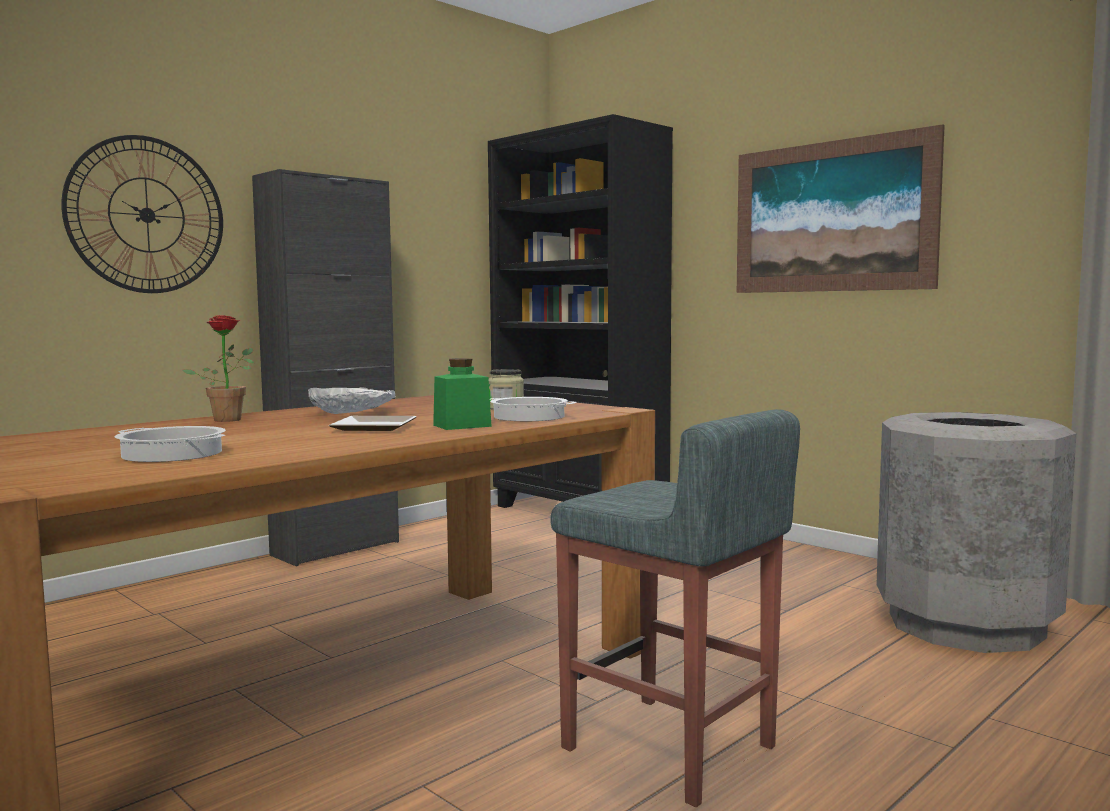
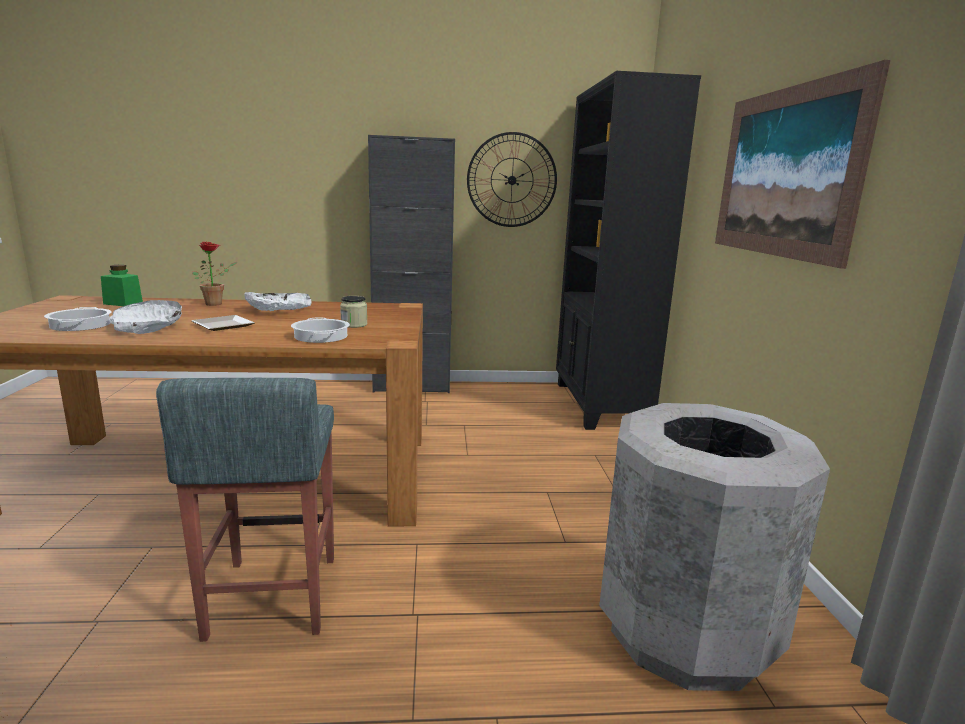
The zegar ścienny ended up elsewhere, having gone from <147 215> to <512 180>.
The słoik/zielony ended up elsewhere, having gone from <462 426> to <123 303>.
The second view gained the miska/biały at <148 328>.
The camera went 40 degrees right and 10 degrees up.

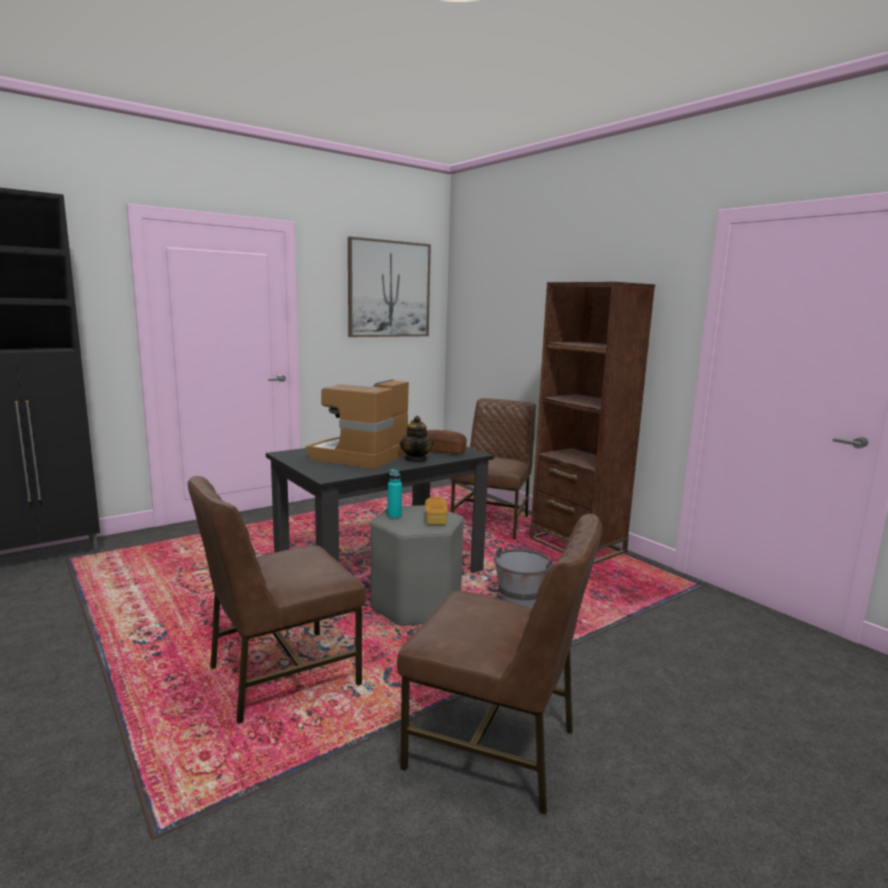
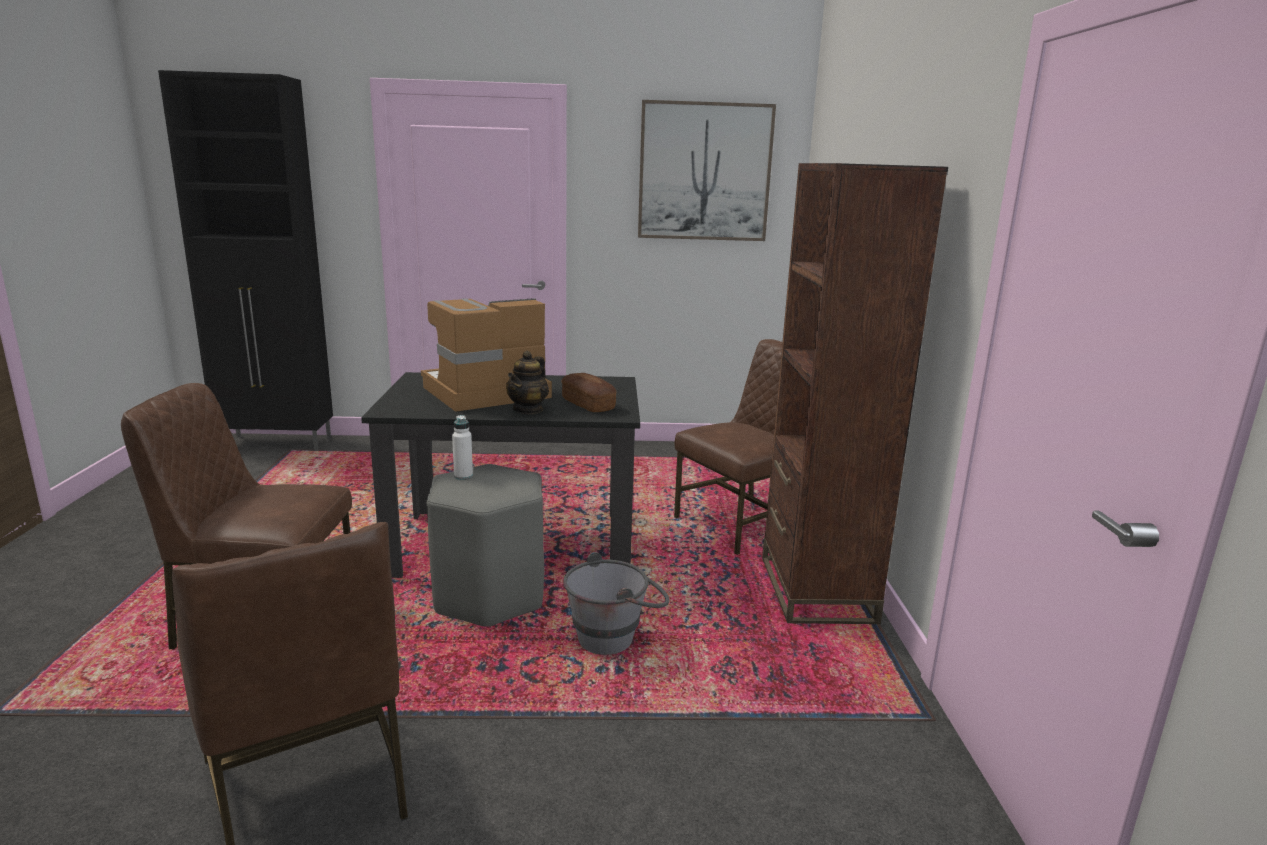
What was the butelka/turkusowy at <394 516> turned into the butelka/biały at <463 476>.
The second view lost the chleb at <435 520>.
The camera went 35 degrees right and 5 degrees up.

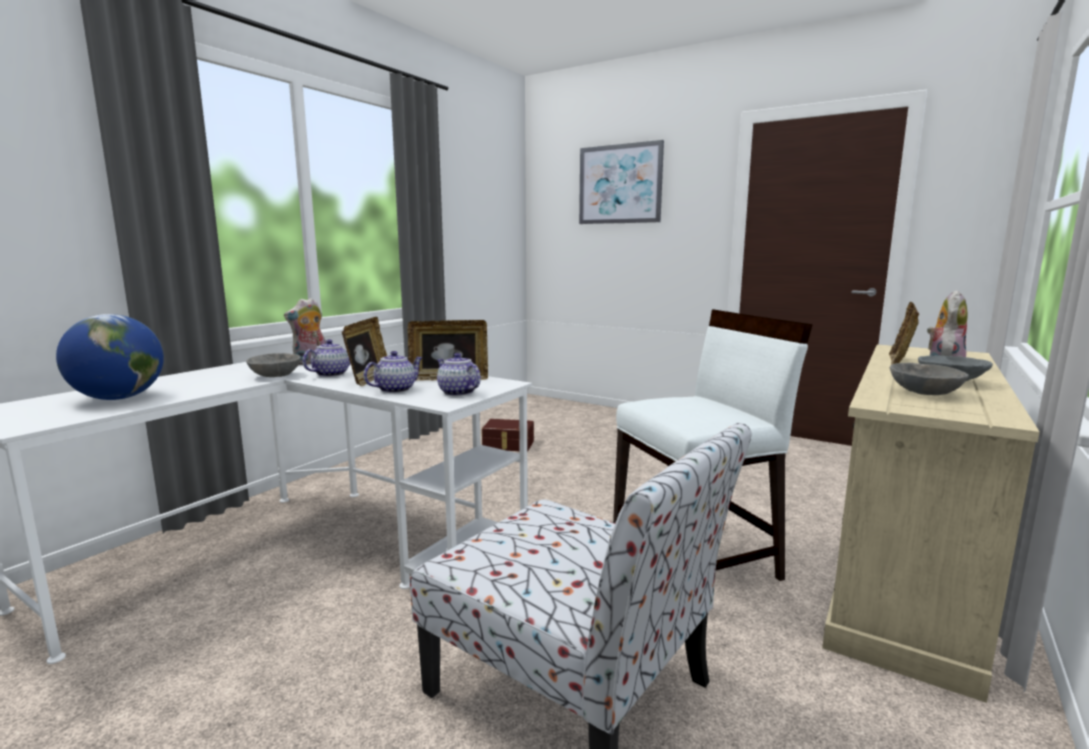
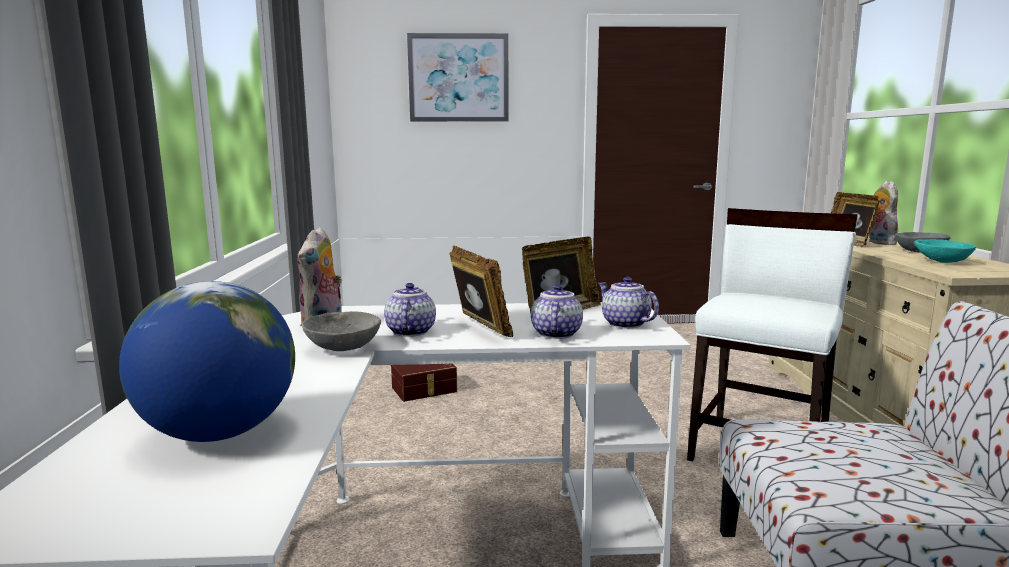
The imbryk at <457 392> ended up facing another way, 45 degrees clockwise from before.
What was the miska/szary at <923 393> turned into the miska/turkusowy at <941 261>.
The camera went 35 degrees left and 0 degrees up.

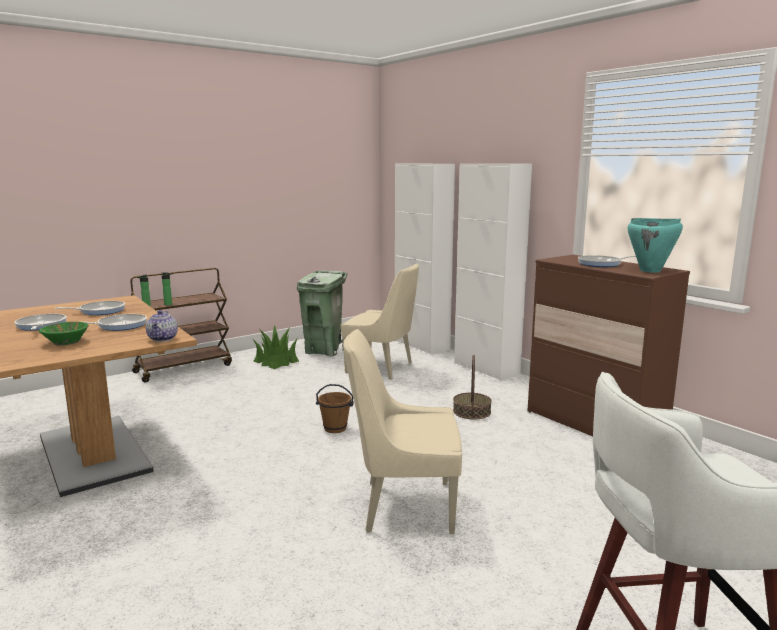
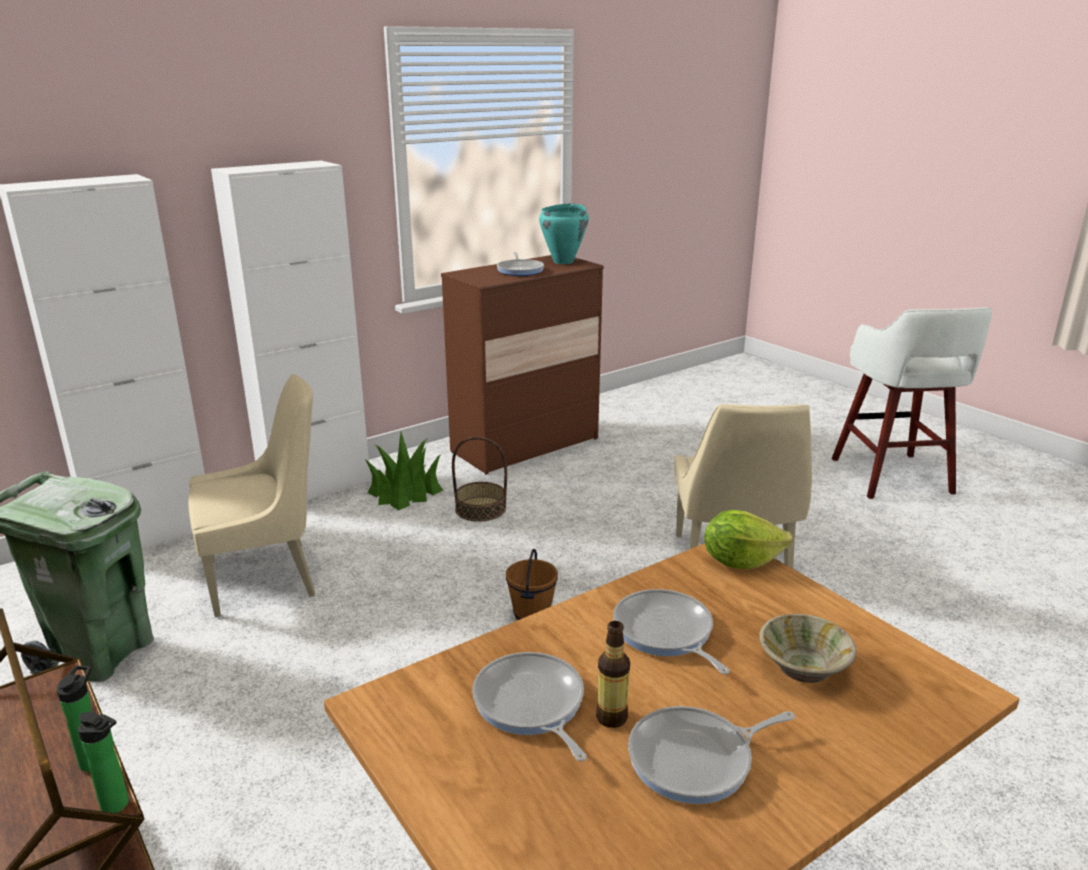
What was the miska/zielony at <66 342> turned into the miska/beżowy at <803 667>.
Where the imbryk stood at <163 339>, the sałata came to stand at <740 561>.
The roślina doniczkowa ended up elsewhere, having gone from <276 361> to <404 492>.
The krzesło/beżowy at <382 368> ended up facing another way, 45 degrees clockwise from before.
The second view gained the butelka at <611 717>.
The camera went 90 degrees left and 10 degrees up.

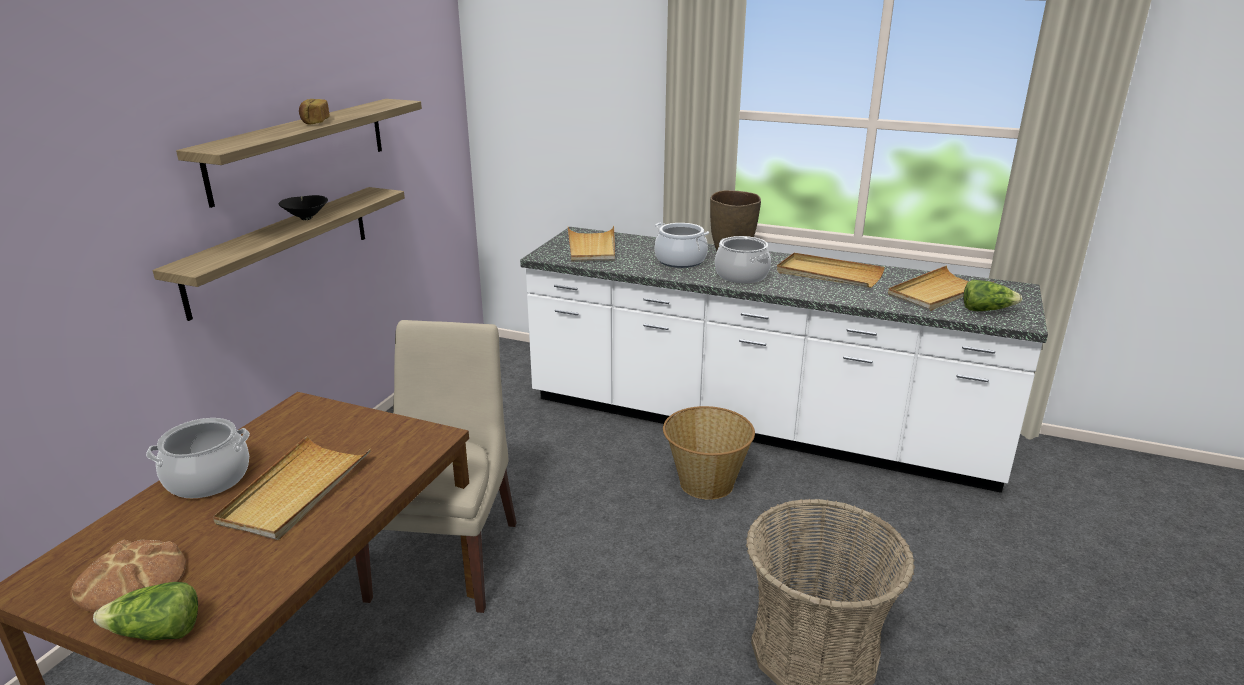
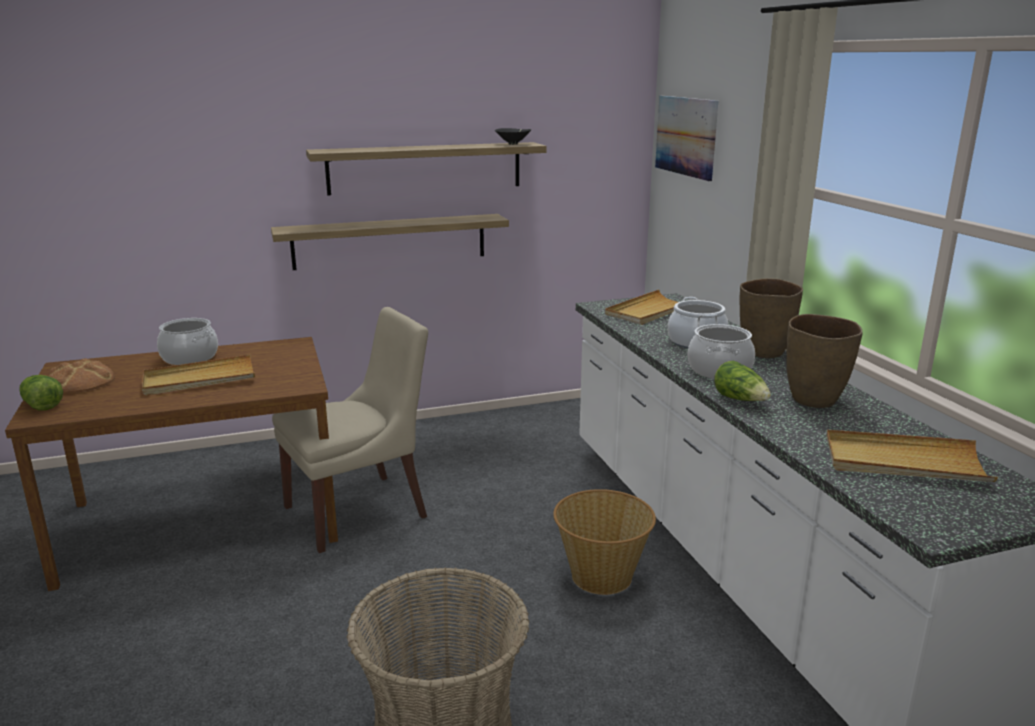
The miska/czarny ended up elsewhere, having gone from <306 218> to <513 144>.
The second view lost the chleb at <314 122>.
Where the taca/beżowy stood at <828 274>, the wazon/brązowy came to stand at <815 400>.
The sałata ended up elsewhere, having gone from <986 310> to <741 400>.
The second view gained the obraz at <685 136>.
The camera went 50 degrees right and 5 degrees down.

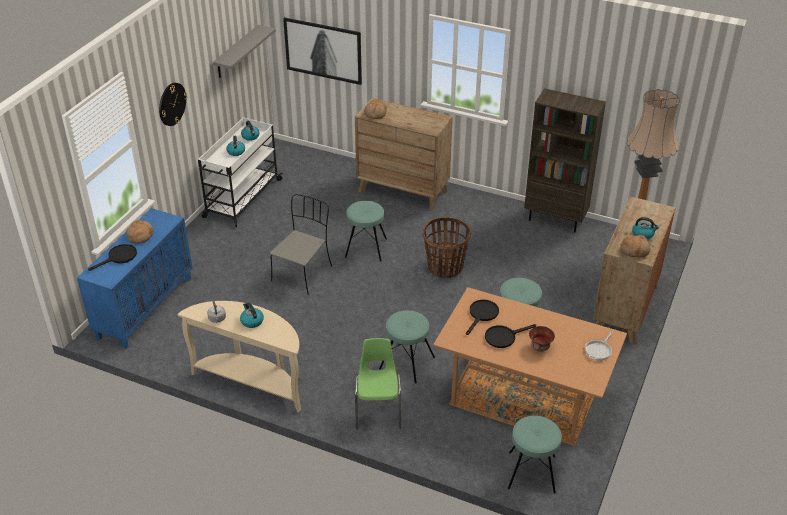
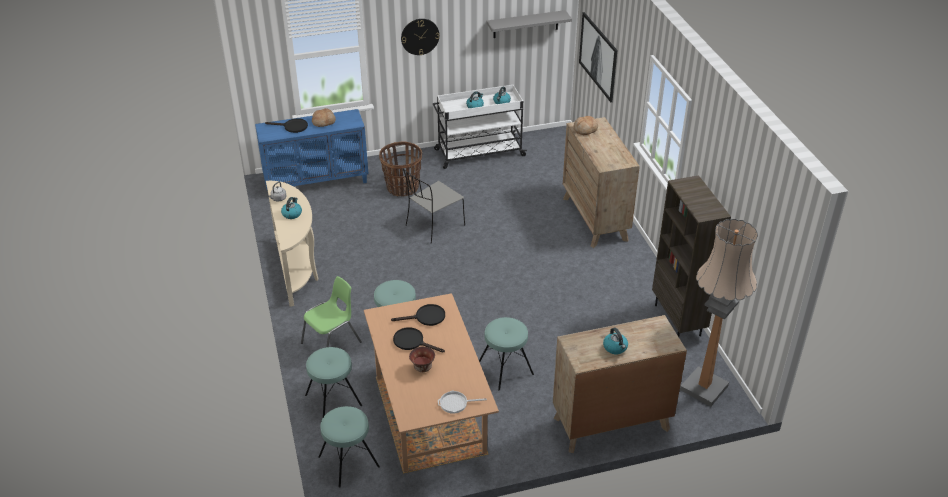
The krzesło/szary at <302 273> ended up facing another way, 150 degrees clockwise from before.
The stołek/turkusowy ended up elsewhere, having gone from <366 248> to <333 400>.
The koszyk ended up elsewhere, having gone from <445 267> to <402 188>.
The second view lost the chleb at <635 250>.
The camera went 50 degrees right and 0 degrees up.

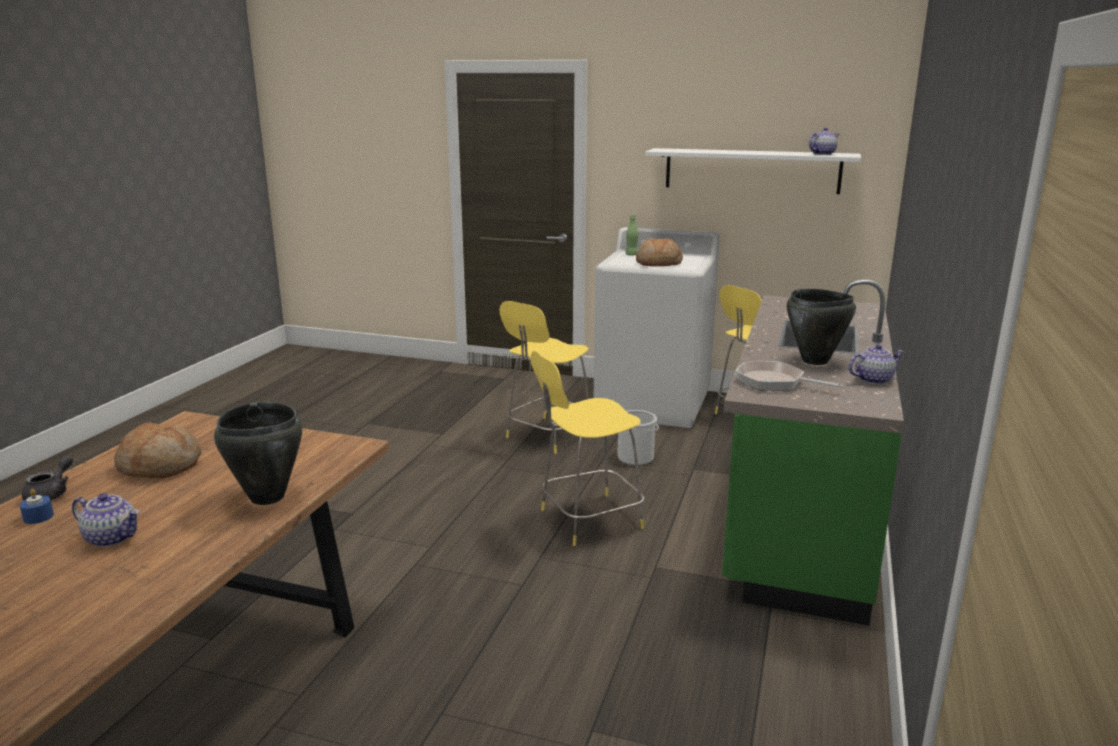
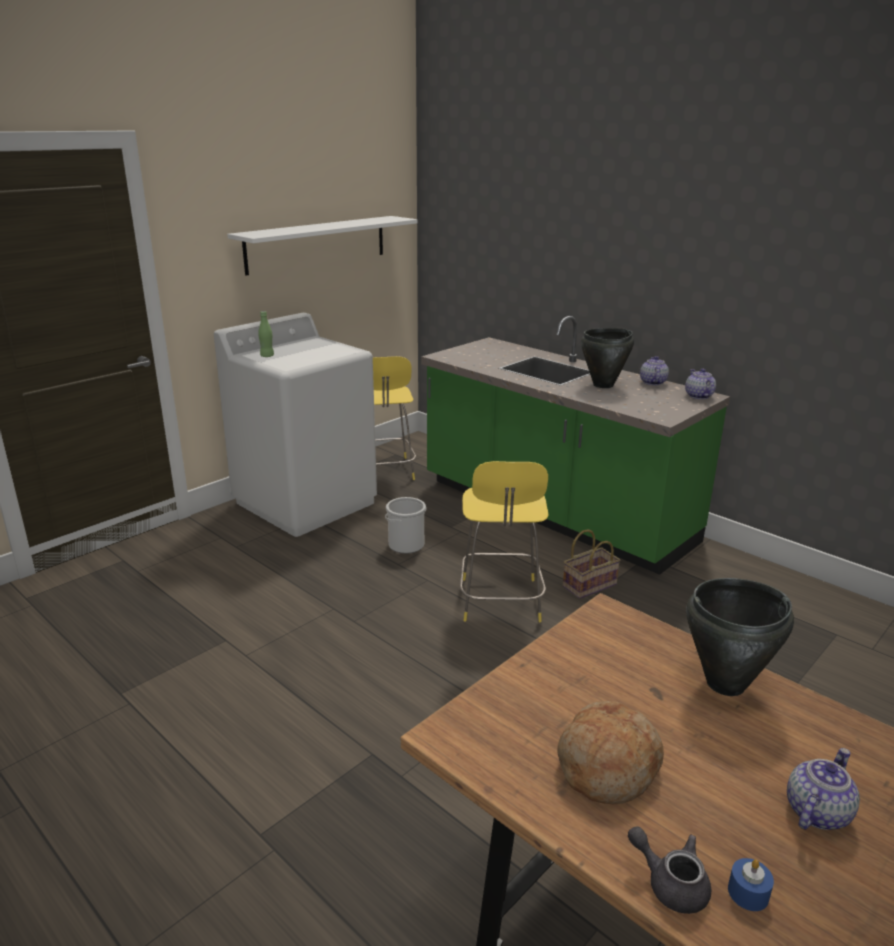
The second view lost the stołek/żółty at <547 436>.
The second view lost the chleb at <658 263>.
The second view lost the patelnia at <774 382>.
The imbryk ended up elsewhere, having gone from <822 154> to <698 396>.
The second view gained the koszyk at <589 584>.
The camera went 65 degrees left and 5 degrees up.

